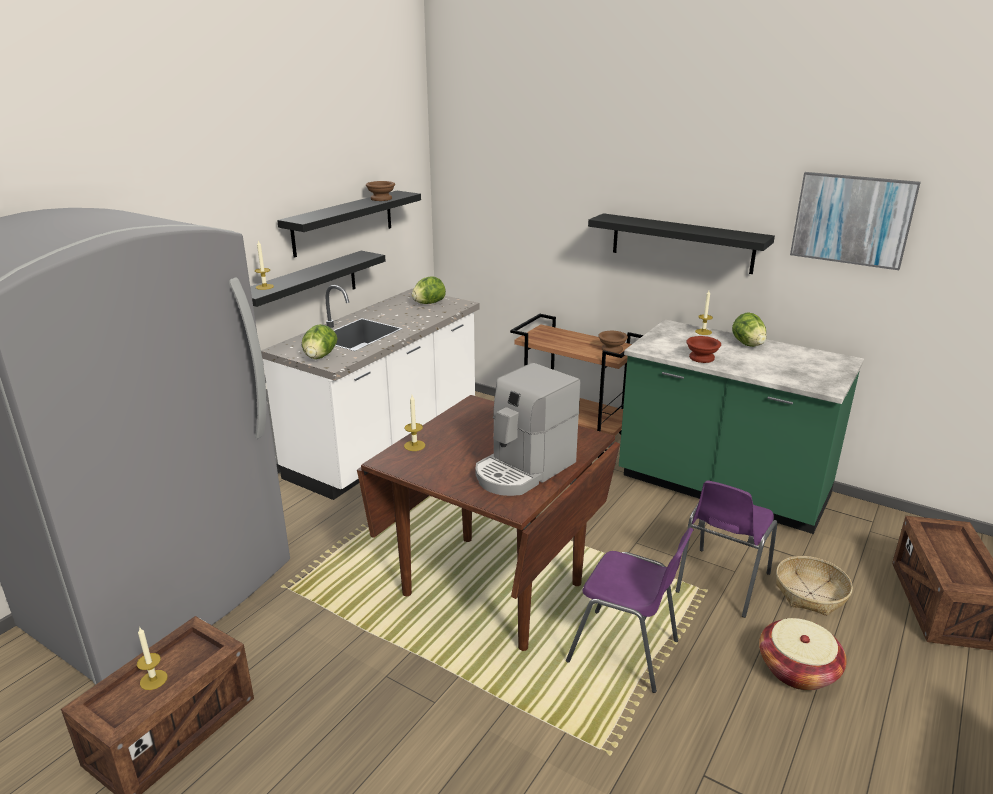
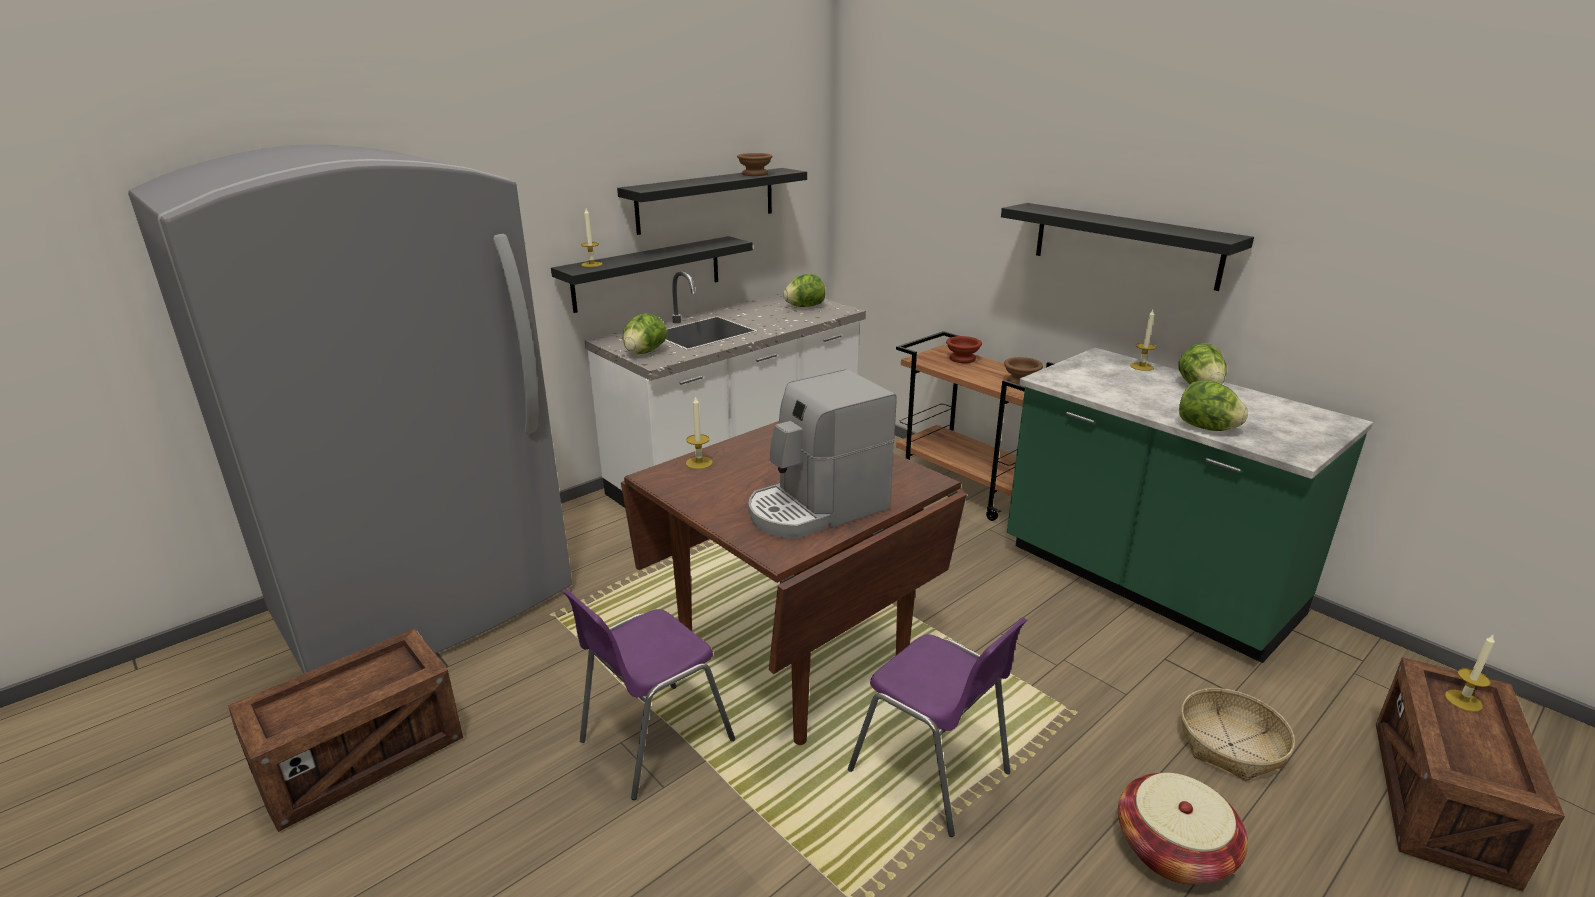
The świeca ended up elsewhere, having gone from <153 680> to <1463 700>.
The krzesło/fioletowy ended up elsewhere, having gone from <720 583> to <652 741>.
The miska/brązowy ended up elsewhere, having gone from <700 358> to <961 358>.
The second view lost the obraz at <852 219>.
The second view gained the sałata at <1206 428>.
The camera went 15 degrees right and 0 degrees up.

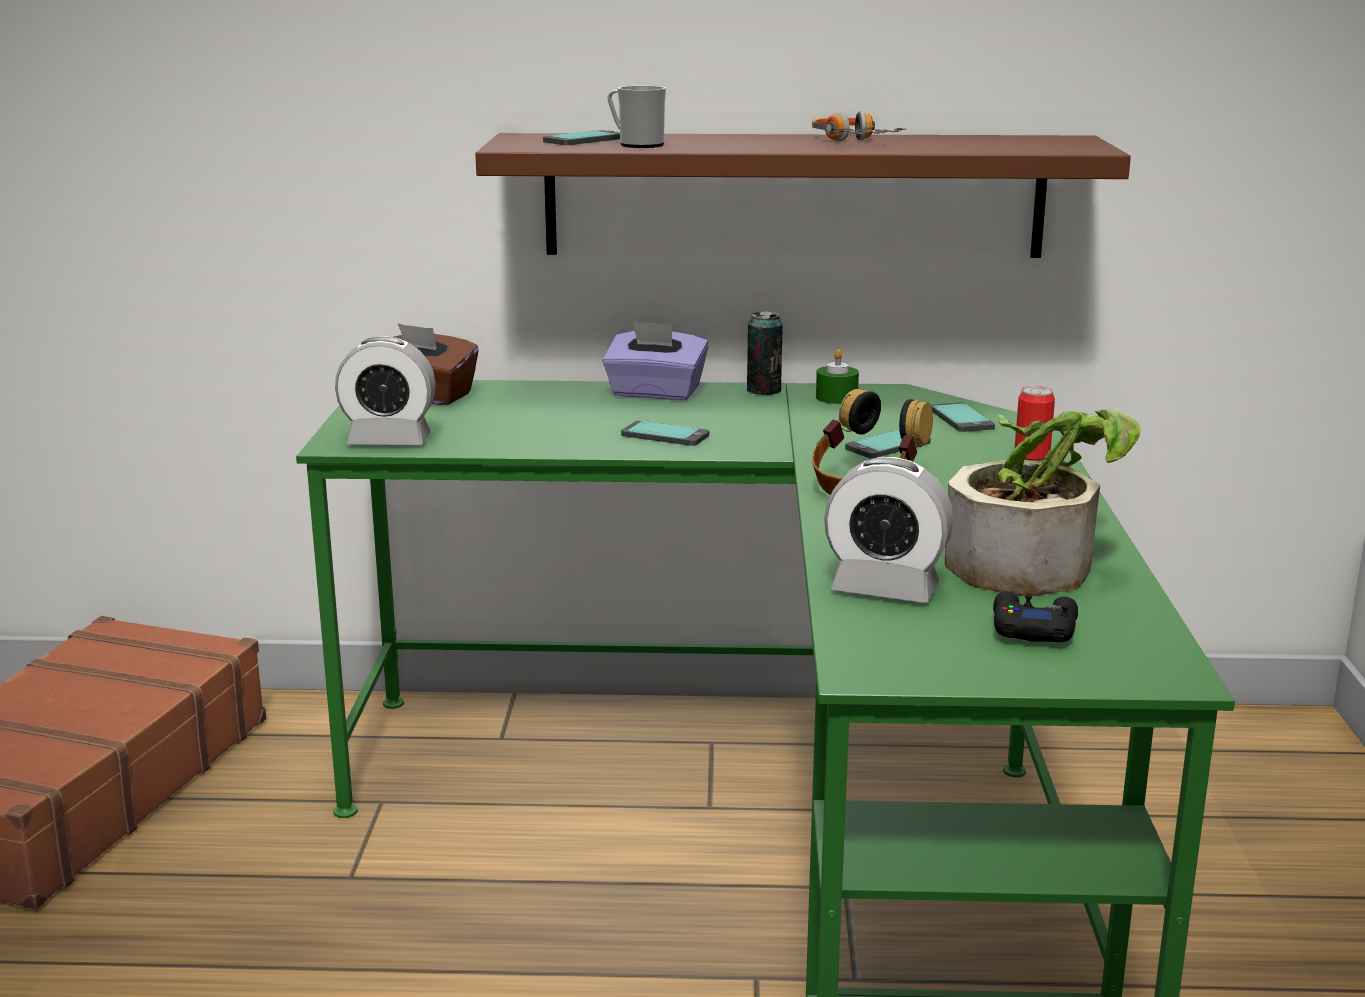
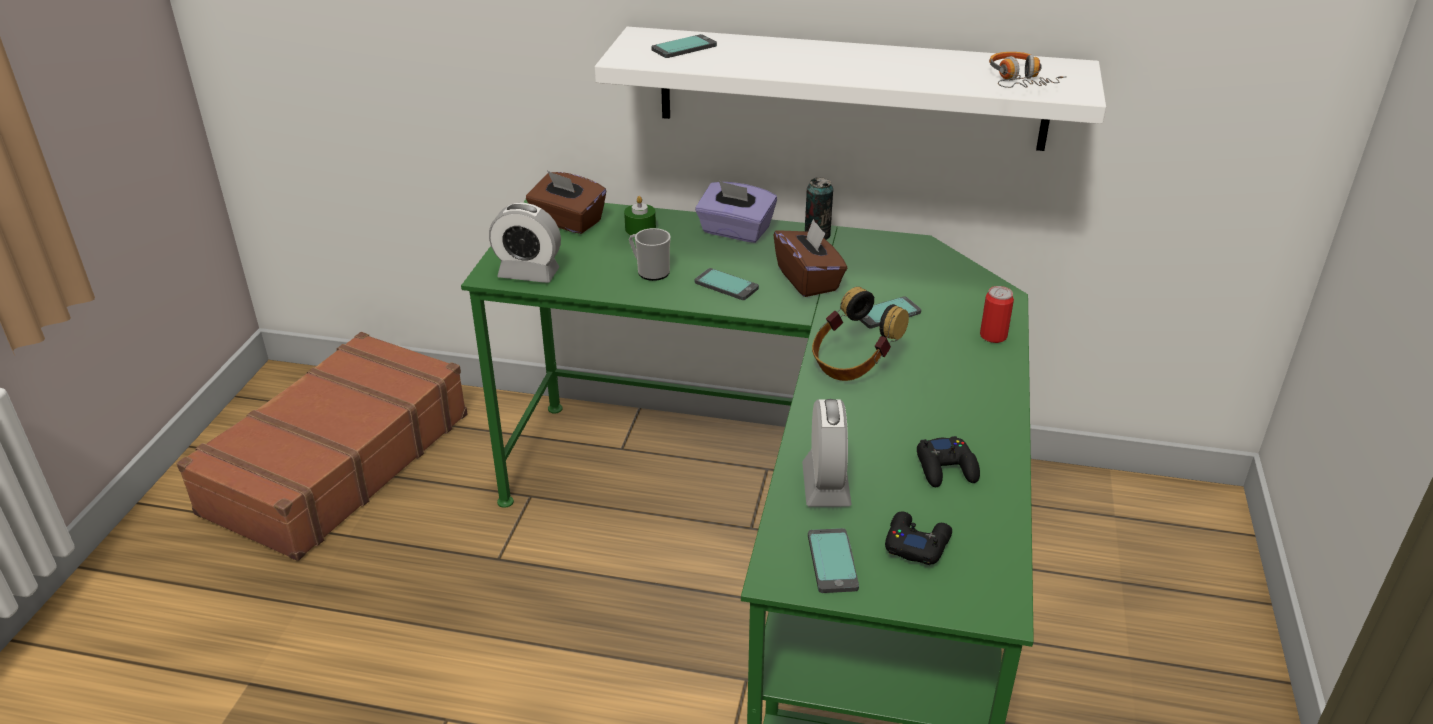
What was the półka/brązowy at <793 195> turned into the półka/biały at <851 88>.
The kubek ended up elsewhere, having gone from <636 145> to <650 271>.
The słuchawki ended up elsewhere, having gone from <850 141> to <1019 81>.
The świeca/zielony ended up elsewhere, having gone from <836 397> to <640 229>.
The budzik at <885 589> ended up facing another way, 120 degrees counterclockwise from before.
The telefon ended up elsewhere, having gone from <961 419> to <833 561>.
Where the roślina doniczkowa stood at <1035 563>, the pad do gier/czarny came to stand at <946 468>.
The second view gained the pudełko chusteczek/brązowy at <808 279>.
The camera went 10 degrees right and 15 degrees up.

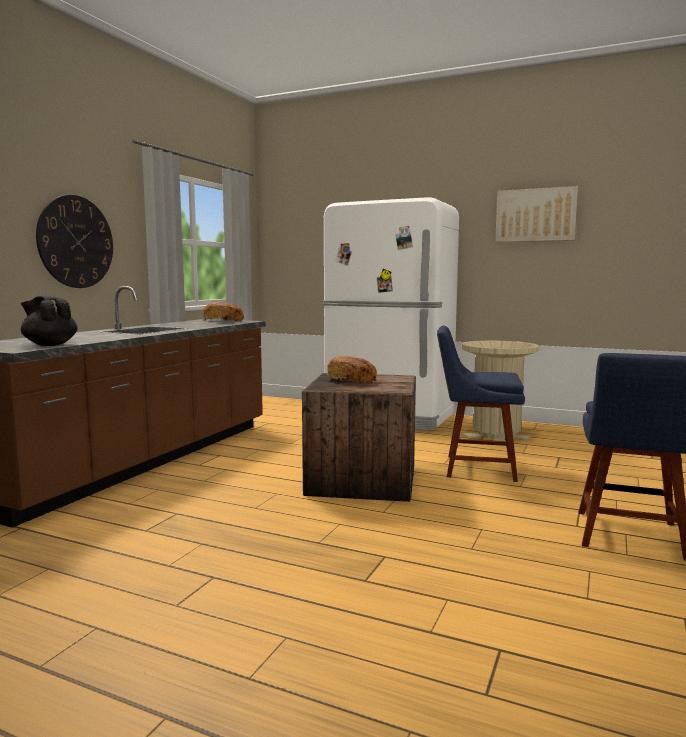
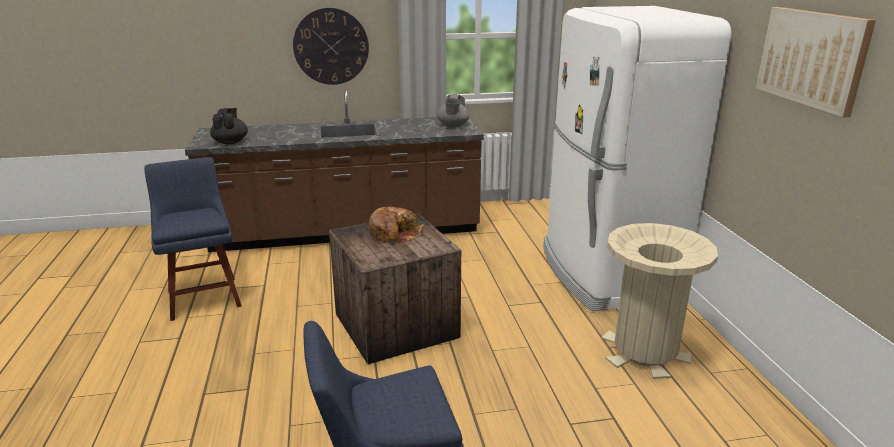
Where the chleb stood at <223 321>, the imbryk/szary came to stand at <453 126>.
The krzesło/niebieski ended up elsewhere, having gone from <475 468> to <203 296>.
The camera went 55 degrees right and 15 degrees up.

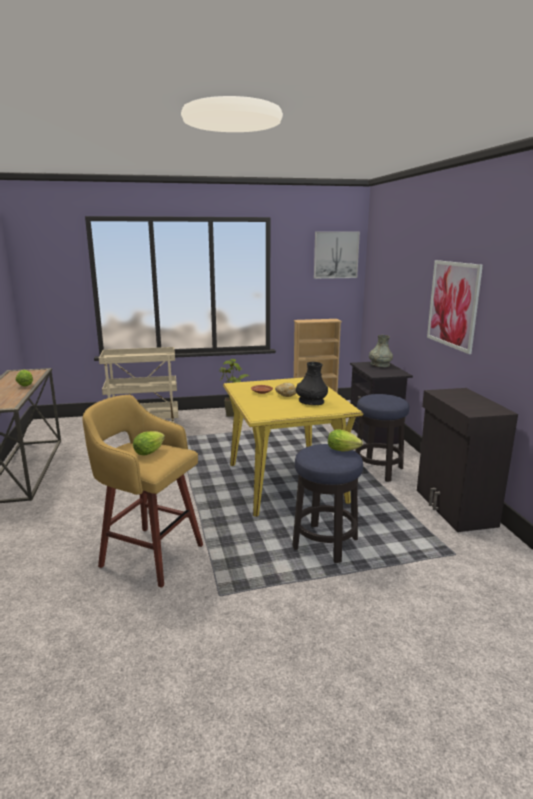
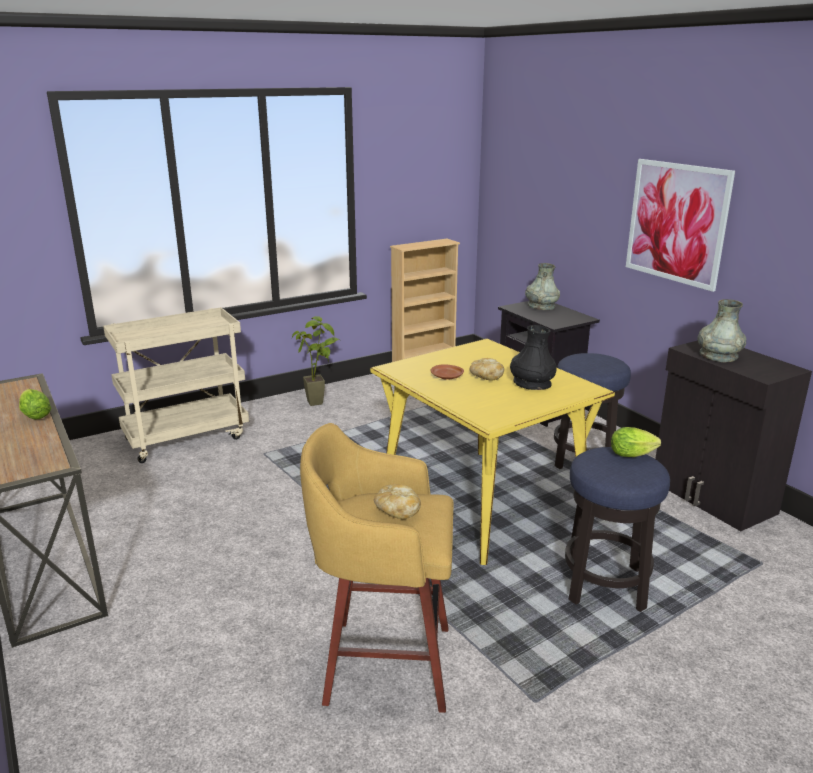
Where the sałata stood at <150 451>, the chleb came to stand at <397 511>.
The second view lost the obraz at <336 255>.
The second view gained the wazon/szary at <718 355>.
The camera went 20 degrees left and 5 degrees up.

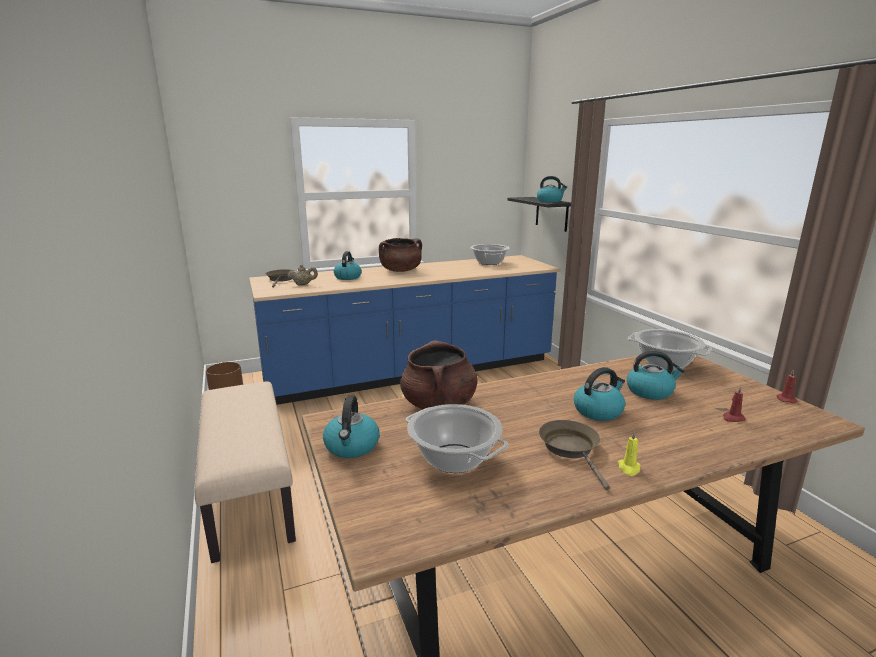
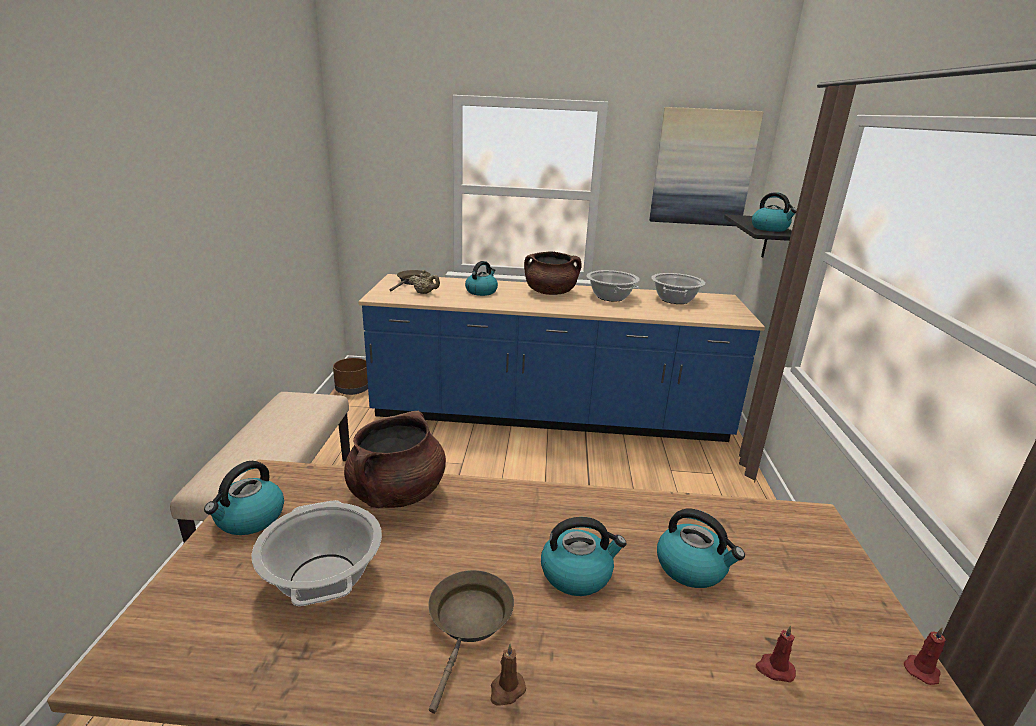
What was the świeca/żółty at <629 468> turned into the świeca/brązowy at <506 690>.
The garnek ended up elsewhere, having gone from <665 363> to <611 297>.
The second view gained the obraz at <702 168>.
The camera went 25 degrees right and 5 degrees up.

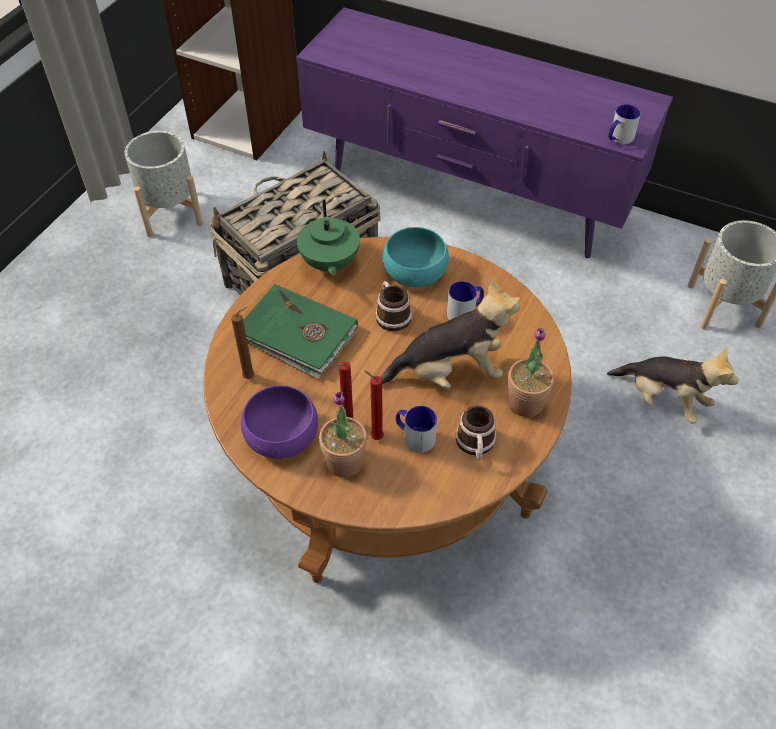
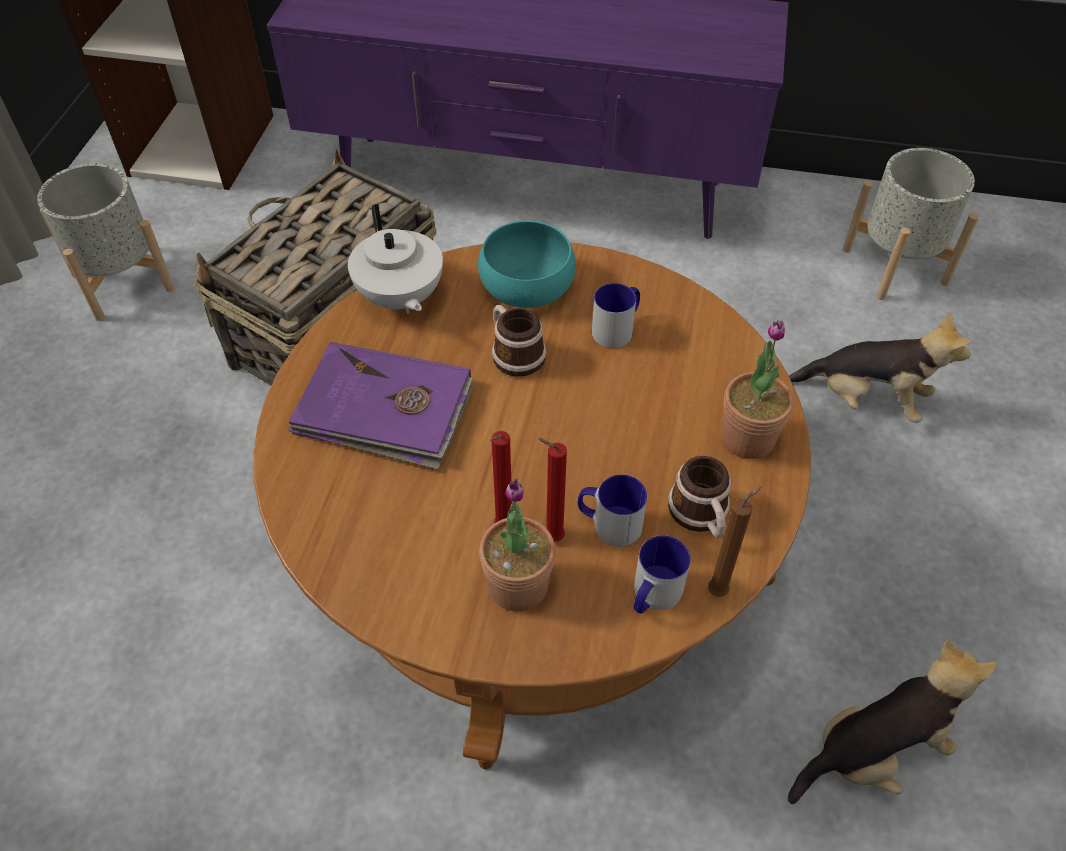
The świeca/brązowy ended up elsewhere, having gone from <251 376> to <720 590>.
What was the książka/zielony at <297 335> turned into the książka/fioletowy at <384 410>.
The second view lost the miska/fioletowy at <282 435>.
What was the imbryk/zielony at <329 264> turned into the imbryk/biały at <400 298>.
The pluszak ended up elsewhere, having gone from <450 372> to <874 752>.
The kubek ended up elsewhere, having gone from <618 138> to <653 595>.
The camera went 15 degrees left and 0 degrees up.

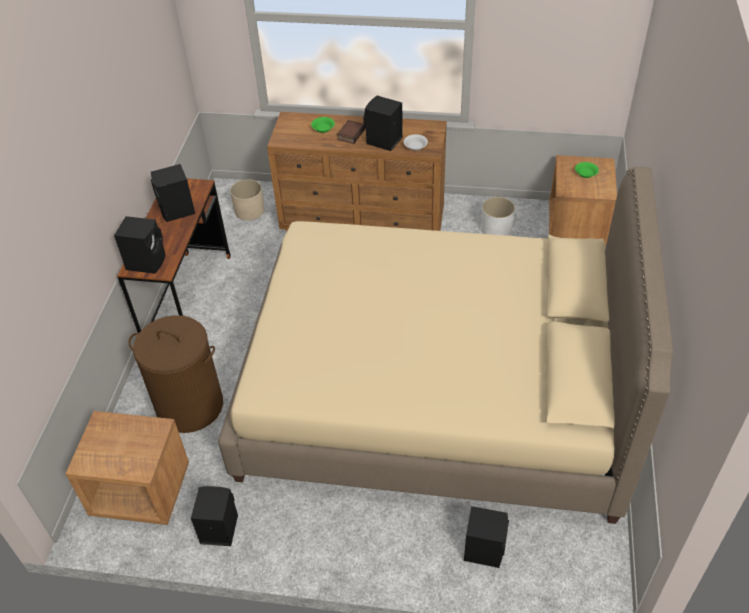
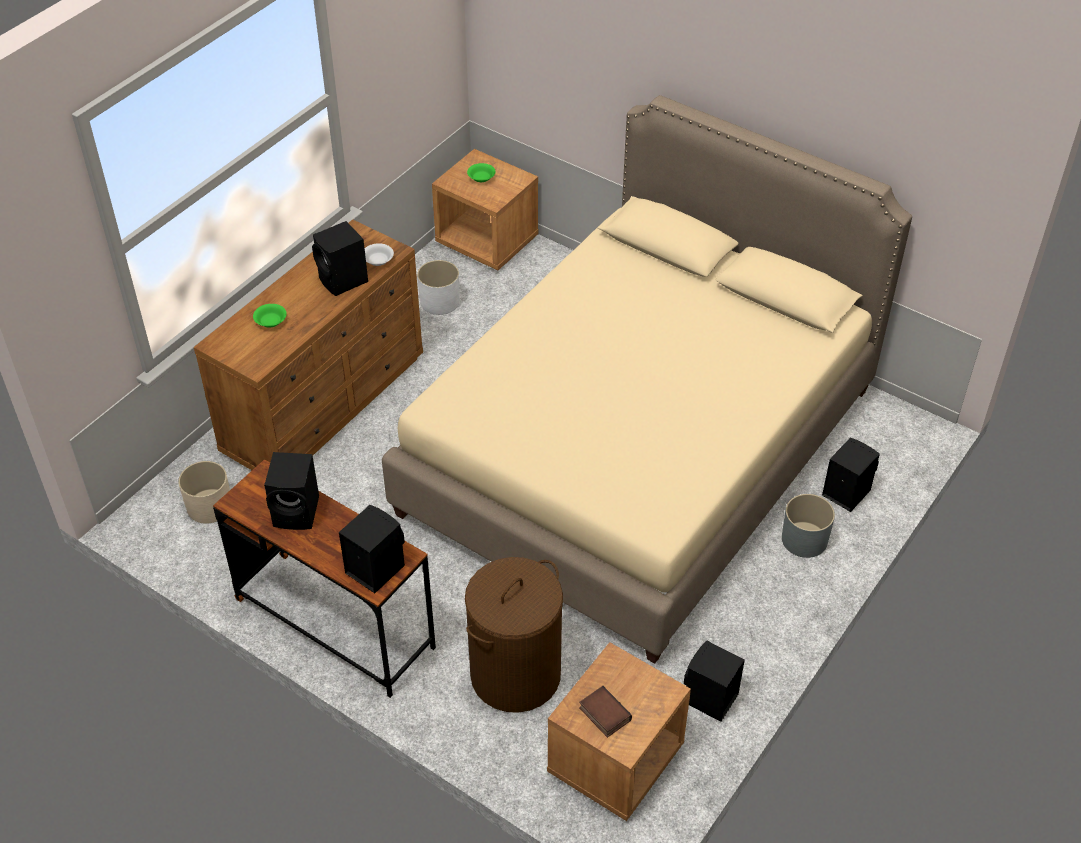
The książka ended up elsewhere, having gone from <350 134> to <603 714>.
The second view gained the donica/szary at <804 540>.
The camera went 65 degrees left and 0 degrees up.

